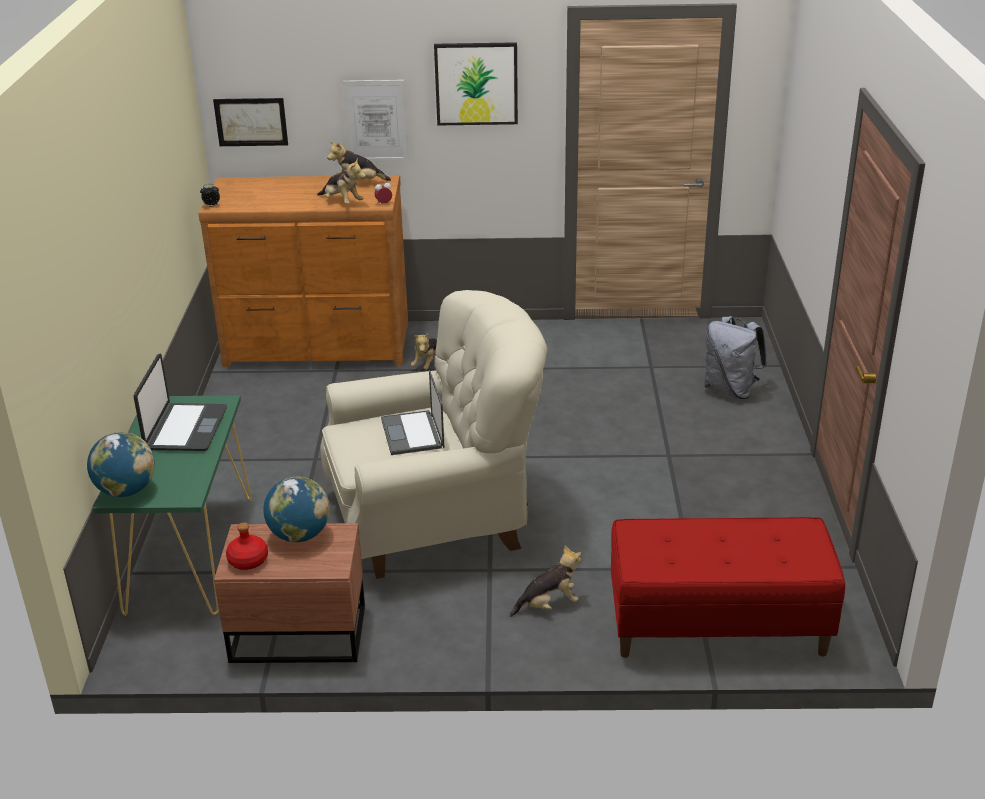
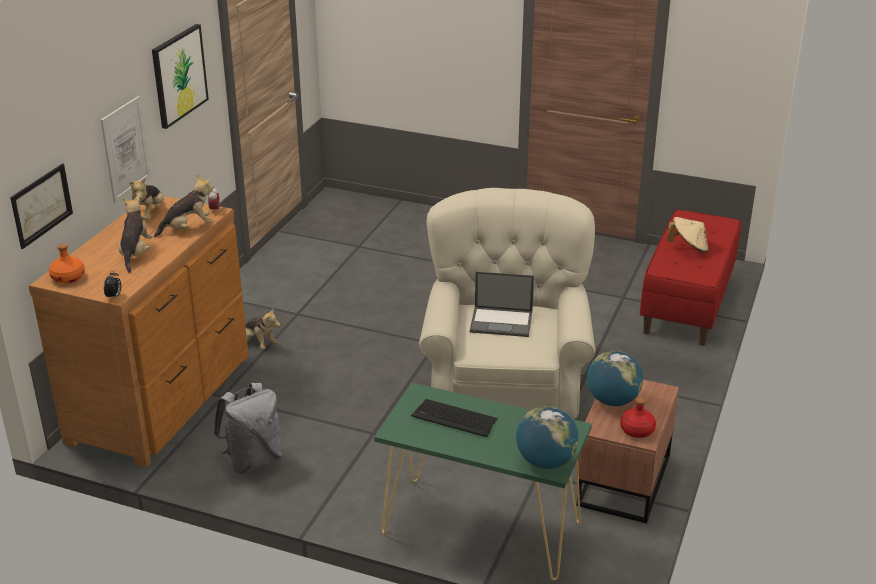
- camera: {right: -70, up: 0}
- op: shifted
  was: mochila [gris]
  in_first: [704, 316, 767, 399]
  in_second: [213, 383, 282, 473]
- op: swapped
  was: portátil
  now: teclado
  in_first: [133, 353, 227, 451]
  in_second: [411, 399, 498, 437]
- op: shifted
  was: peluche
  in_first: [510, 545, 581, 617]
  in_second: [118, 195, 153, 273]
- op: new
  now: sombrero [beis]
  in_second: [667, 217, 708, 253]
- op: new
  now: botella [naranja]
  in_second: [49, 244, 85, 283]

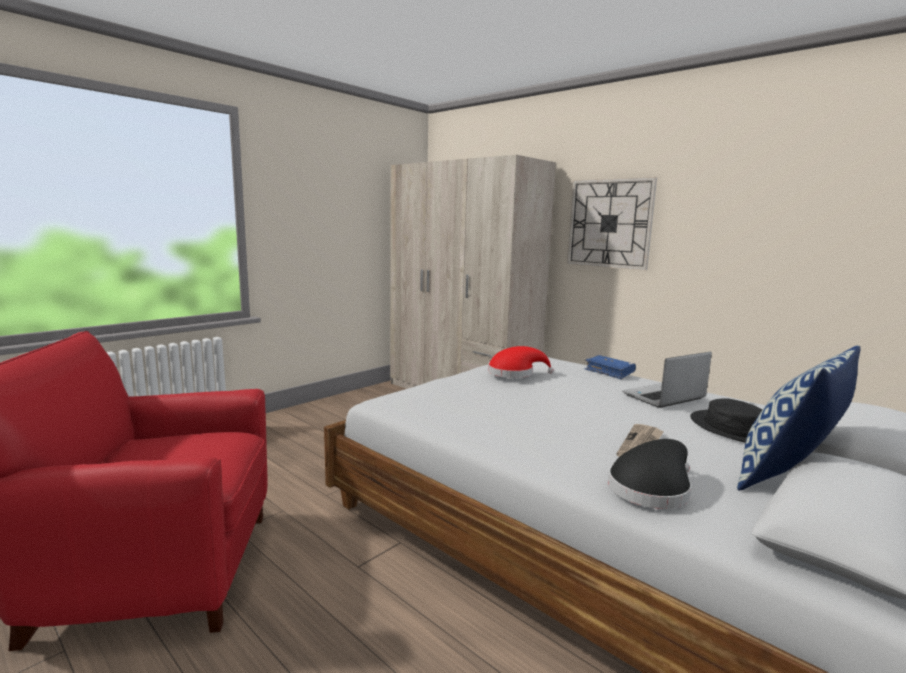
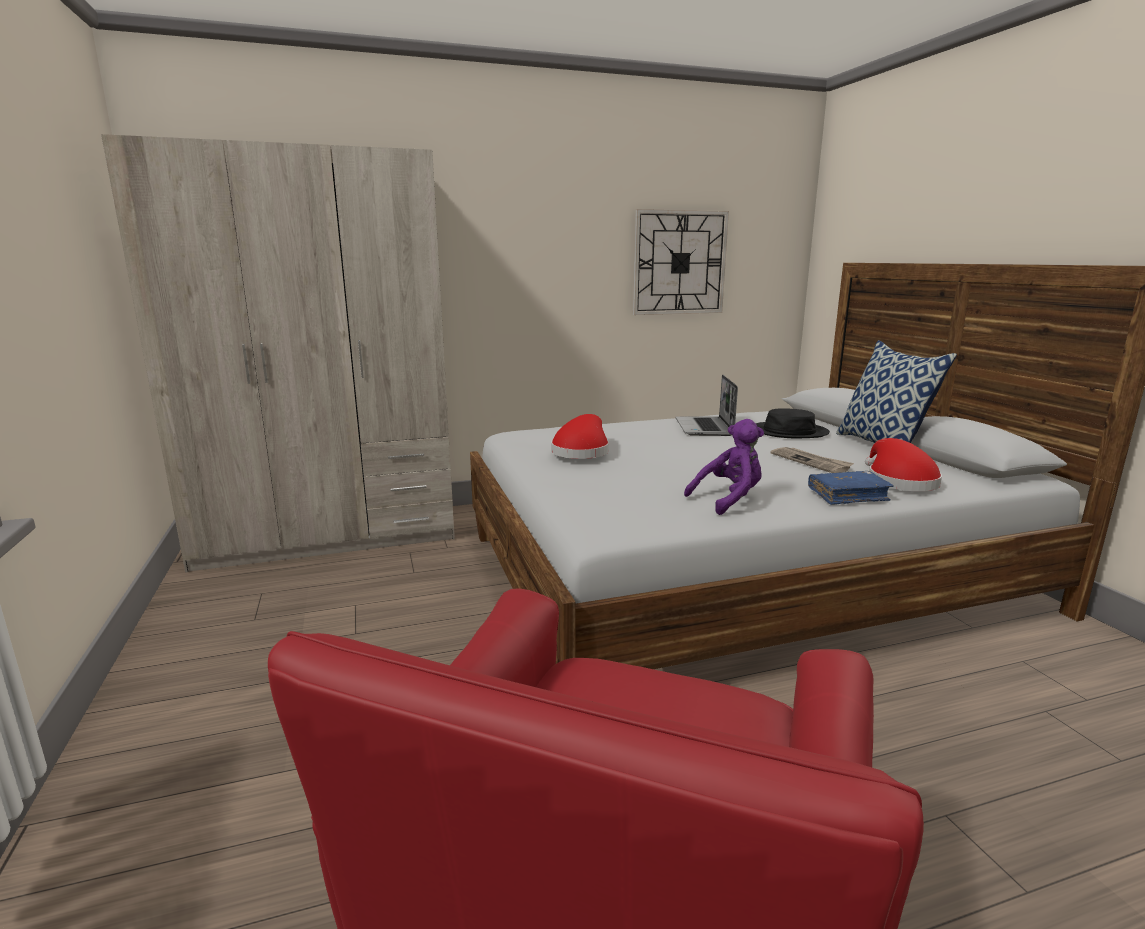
- camera: {right: -60, up: 5}
- op: shifted
  was: reloj de pared
  in_first: [567, 177, 657, 270]
  in_second: [633, 209, 729, 315]
- op: shifted
  was: libro [azul]
  in_first: [585, 355, 636, 379]
  in_second: [808, 471, 894, 505]
- op: repainted
  was: sombrero [negro]
  now: sombrero [rojo]
  in_first: [608, 439, 692, 509]
  in_second: [865, 438, 942, 491]
- op: new
  now: peluche [morado]
  in_second: [684, 419, 764, 515]

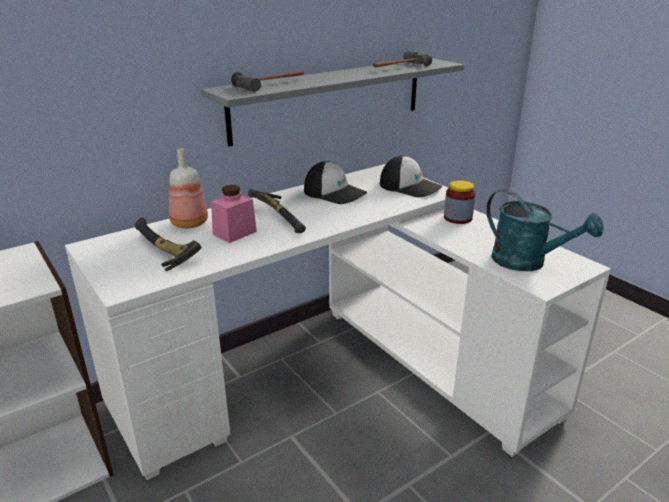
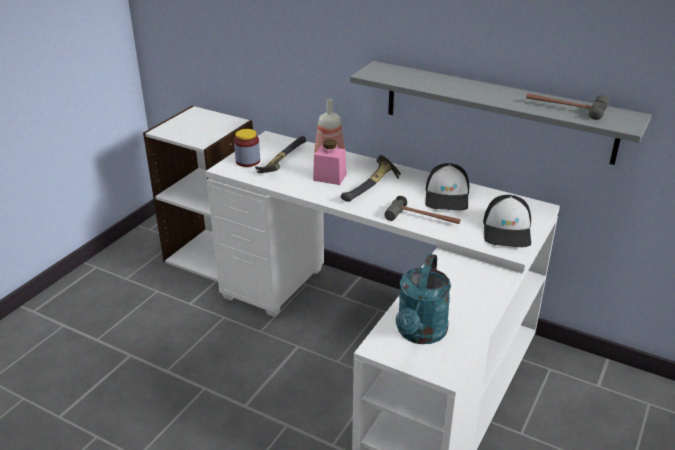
- camera: {right: 65, up: 5}
- op: shifted
  was: martillo
  in_first: [231, 70, 304, 92]
  in_second: [384, 196, 460, 224]
- op: shifted
  was: tarro
  in_first: [444, 180, 476, 224]
  in_second: [234, 129, 260, 167]

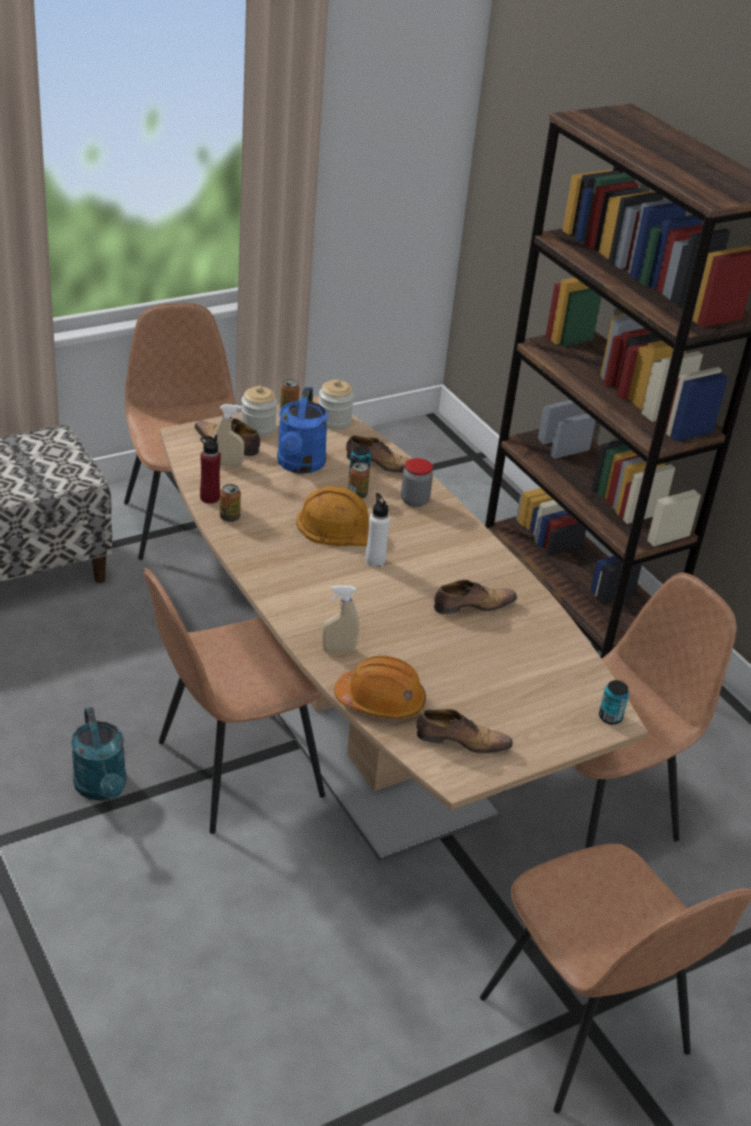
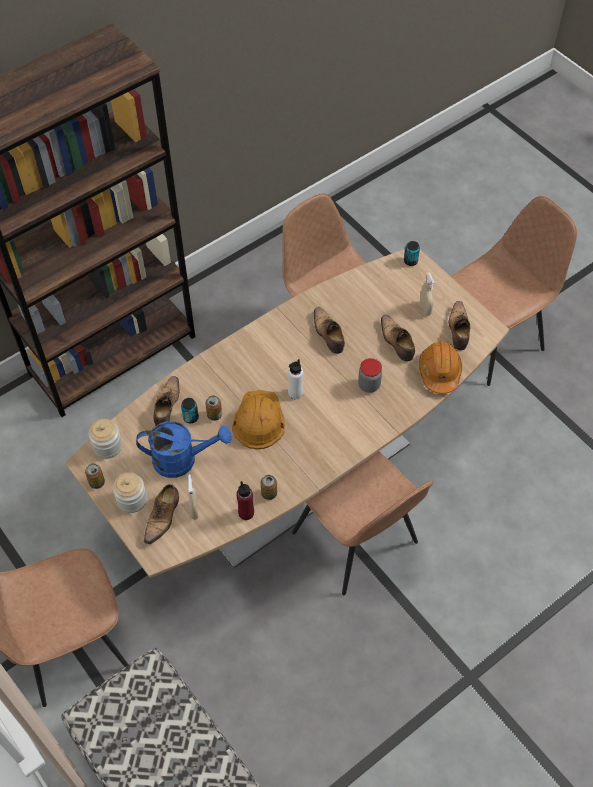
- camera: {right: -95, up: 20}
- op: shifted
  was: tarro
  in_first: [401, 458, 433, 507]
  in_second: [358, 358, 382, 393]
- op: shifted
  was: pulverizador [beis]
  in_first: [322, 586, 359, 653]
  in_second: [420, 272, 435, 316]
- op: gone
  was: regadera [turquesa]
  in_first: [71, 707, 127, 801]
- op: new
  now: zapato
  in_second: [381, 315, 415, 362]

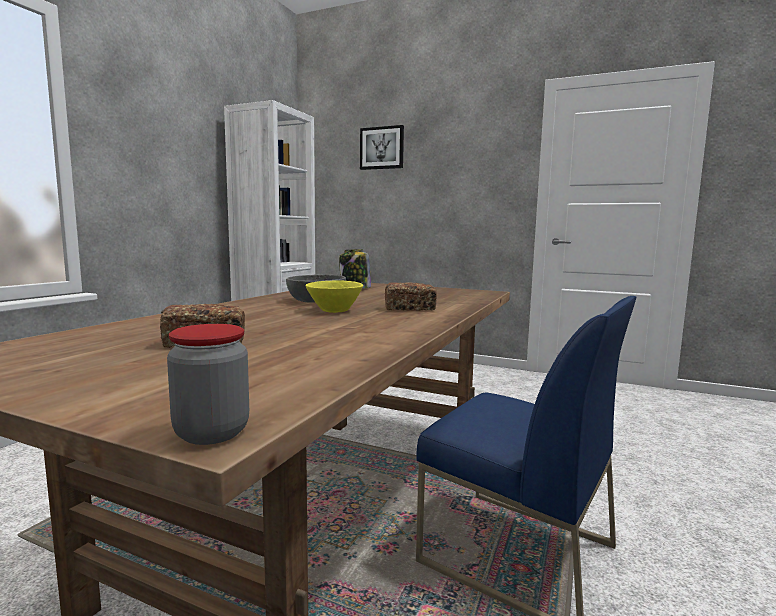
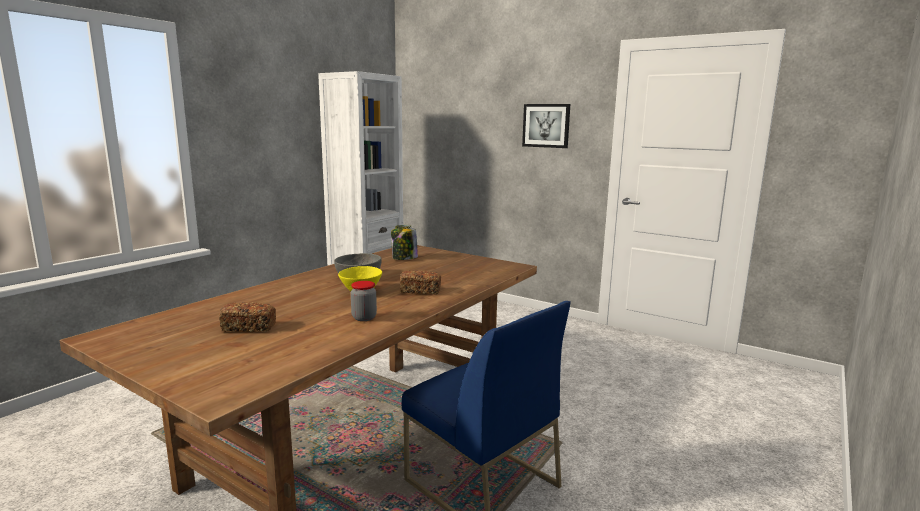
- camera: {right: 10, up: 5}
- op: shifted
  was: cuadro
  in_first: [360, 125, 404, 170]
  in_second: [522, 104, 570, 148]
- op: shifted
  was: tarro
  in_first: [167, 324, 249, 445]
  in_second: [351, 281, 377, 321]

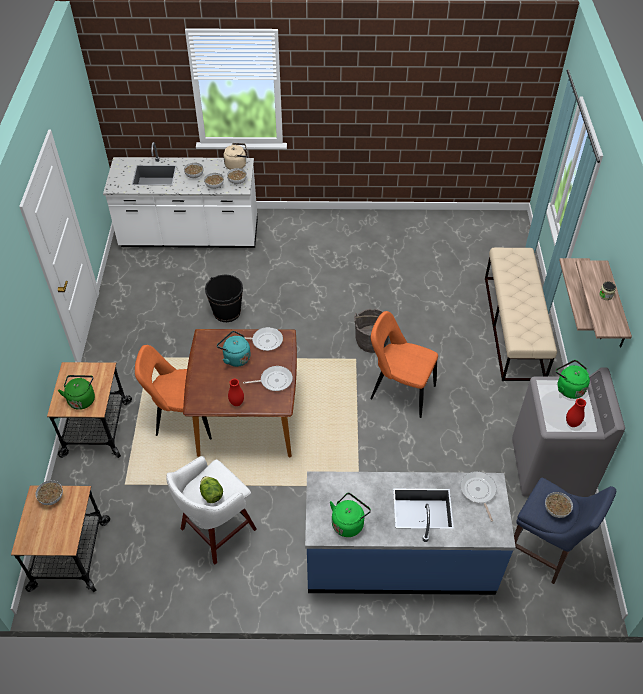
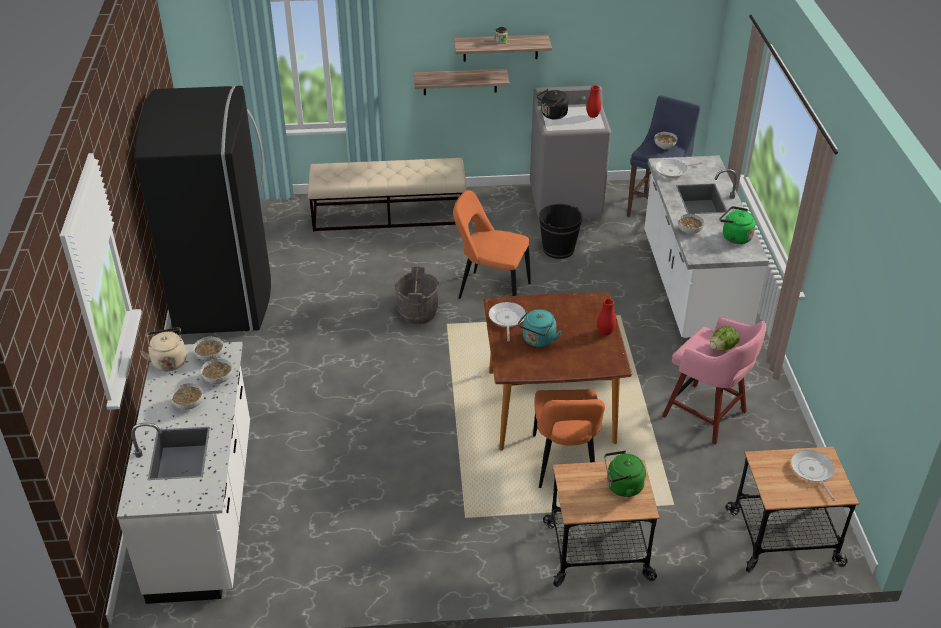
- camera: {right: -95, up: -10}
- op: shifted
  was: cubo [negro]
  in_first: [205, 275, 243, 322]
  in_second: [539, 204, 583, 259]
- op: rotated
  was: silla [naranja]
  in_first: [370, 311, 438, 418]
  in_second: [453, 190, 531, 299]
  clockwise: 90
- op: repainted
  was: hervidor [verde]
  now: hervidor [negro]
  in_first: [555, 360, 590, 399]
  in_second: [537, 89, 568, 119]
- op: shifted
  was: sartén
  in_first: [243, 366, 293, 391]
  in_second: [791, 450, 835, 501]
- op: repainted
  was: taburete [blanco]
  now: taburete [rosa]
  in_first: [166, 456, 257, 564]
  in_second: [662, 317, 766, 445]
- op: repainted
  was: mueble bajo de cocina [azul]
  now: mueble bajo de cocina [blanco]
  in_first: [305, 471, 516, 595]
  in_second: [644, 156, 769, 339]
- op: shifted
  was: cuenco
  in_first: [35, 480, 63, 505]
  in_second: [678, 214, 704, 234]
- op: new
  now: nevera [negro]
  in_second: [134, 86, 271, 335]

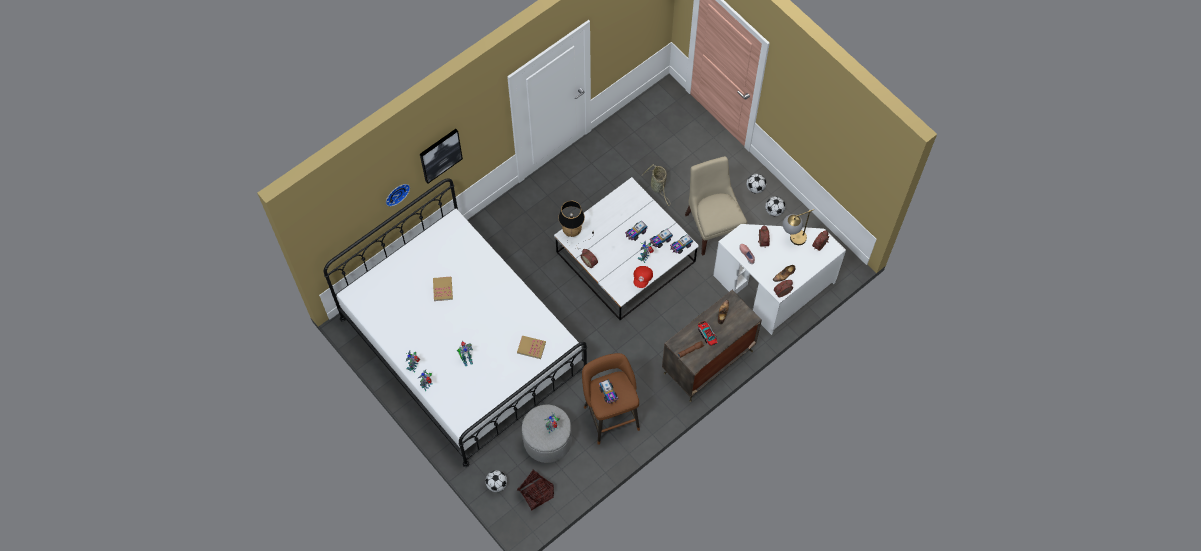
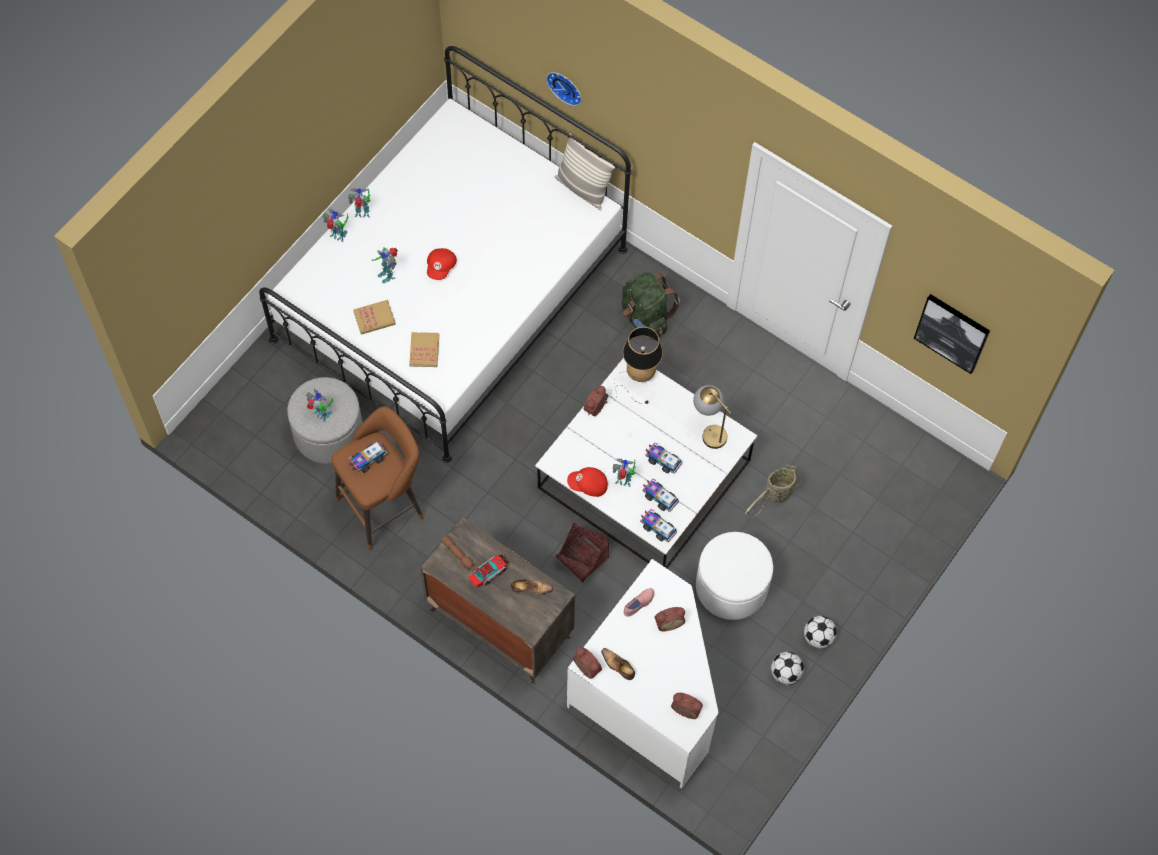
- camera: {right: 75, up: 0}
- op: shifted
  was: cuadro
  in_first: [420, 129, 463, 184]
  in_second: [913, 294, 990, 374]
- op: swapped
  was: silla [beis]
  now: puf [blanco]
  in_first: [685, 156, 747, 256]
  in_second: [696, 532, 773, 620]
- op: shifted
  was: lámpara de mesa
  in_first: [783, 209, 815, 245]
  in_second: [693, 385, 731, 449]
- op: shifted
  was: libro
  in_first: [433, 277, 453, 301]
  in_second: [353, 300, 396, 335]
- op: gone
  was: balón de fútbol
  in_first: [485, 470, 507, 492]
- op: shifted
  was: cesta
  in_first: [517, 470, 554, 511]
  in_second: [556, 523, 609, 582]
- op: new
  now: cojín
  in_second: [555, 133, 615, 210]
- op: new
  now: gorra [rojo]
  in_second: [427, 248, 457, 280]
- op: new
  now: mochila [verde]
  in_second: [622, 272, 680, 340]

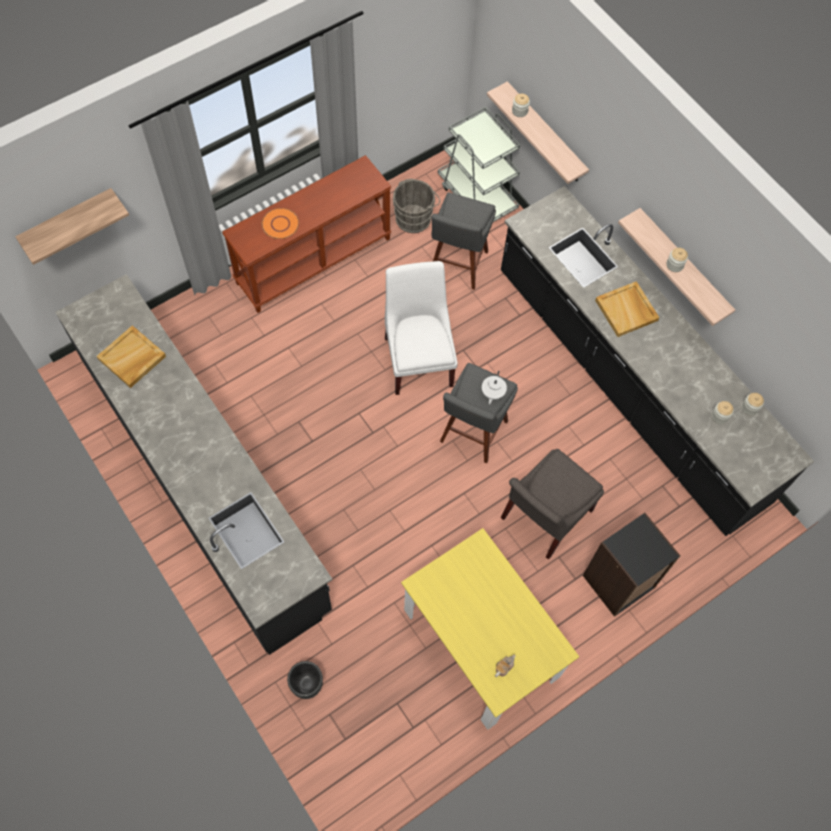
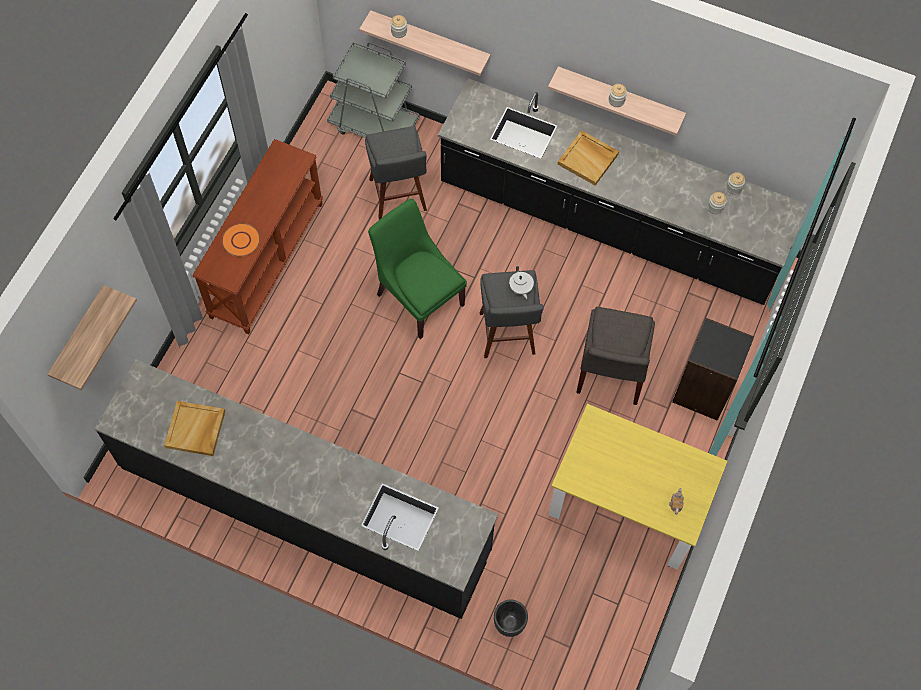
- camera: {right: -30, up: 0}
- op: gone
  was: cubo [gris]
  in_first: [393, 179, 440, 233]
- op: repainted
  was: silla [blanco]
  now: silla [verde]
  in_first: [385, 261, 458, 395]
  in_second: [368, 199, 467, 339]

